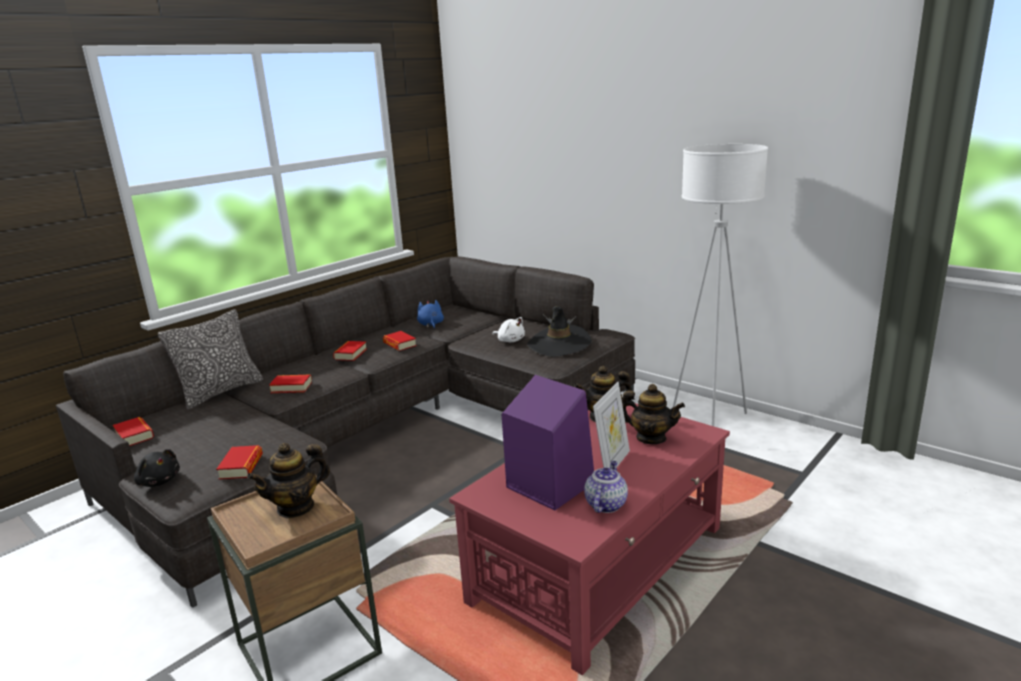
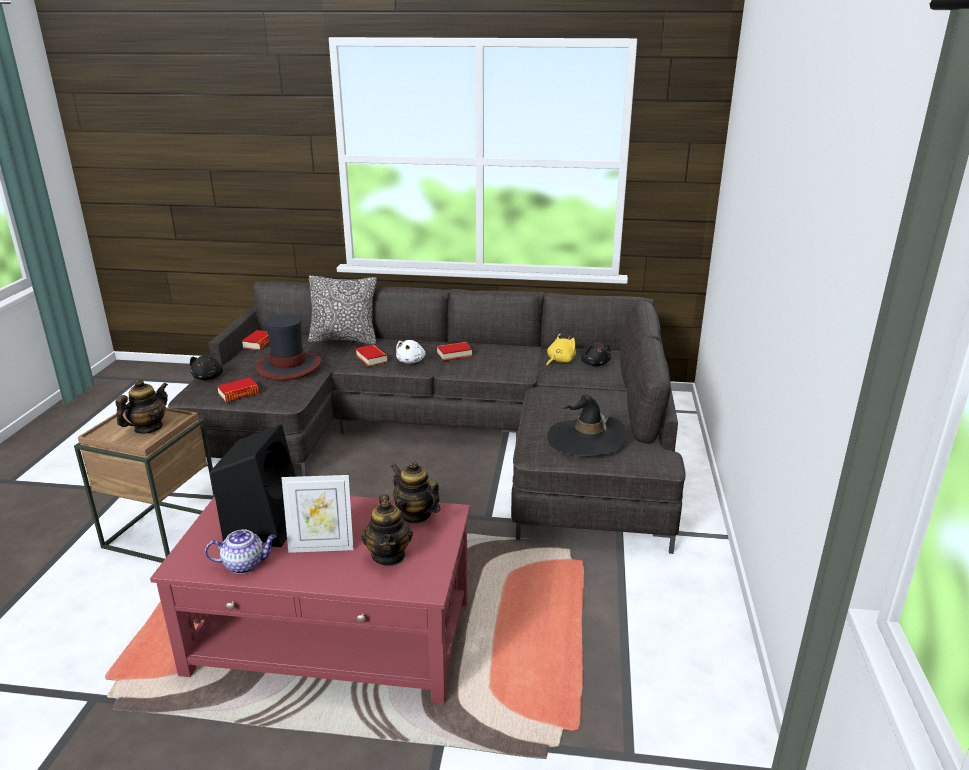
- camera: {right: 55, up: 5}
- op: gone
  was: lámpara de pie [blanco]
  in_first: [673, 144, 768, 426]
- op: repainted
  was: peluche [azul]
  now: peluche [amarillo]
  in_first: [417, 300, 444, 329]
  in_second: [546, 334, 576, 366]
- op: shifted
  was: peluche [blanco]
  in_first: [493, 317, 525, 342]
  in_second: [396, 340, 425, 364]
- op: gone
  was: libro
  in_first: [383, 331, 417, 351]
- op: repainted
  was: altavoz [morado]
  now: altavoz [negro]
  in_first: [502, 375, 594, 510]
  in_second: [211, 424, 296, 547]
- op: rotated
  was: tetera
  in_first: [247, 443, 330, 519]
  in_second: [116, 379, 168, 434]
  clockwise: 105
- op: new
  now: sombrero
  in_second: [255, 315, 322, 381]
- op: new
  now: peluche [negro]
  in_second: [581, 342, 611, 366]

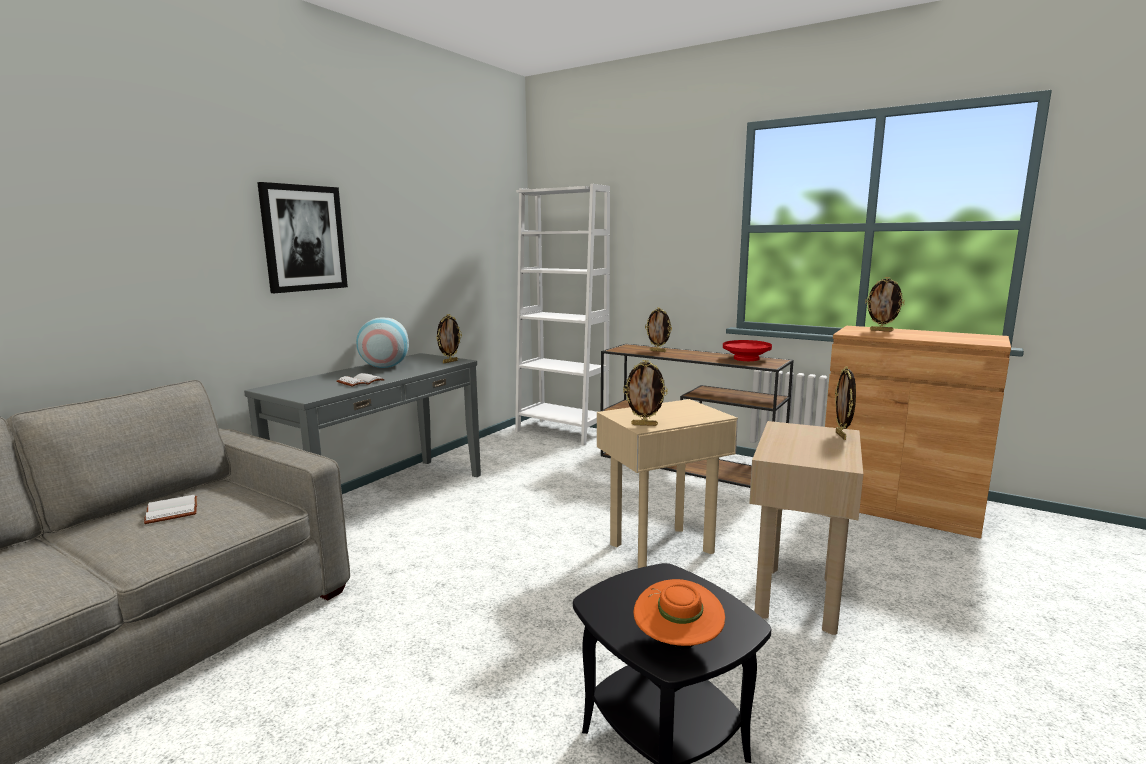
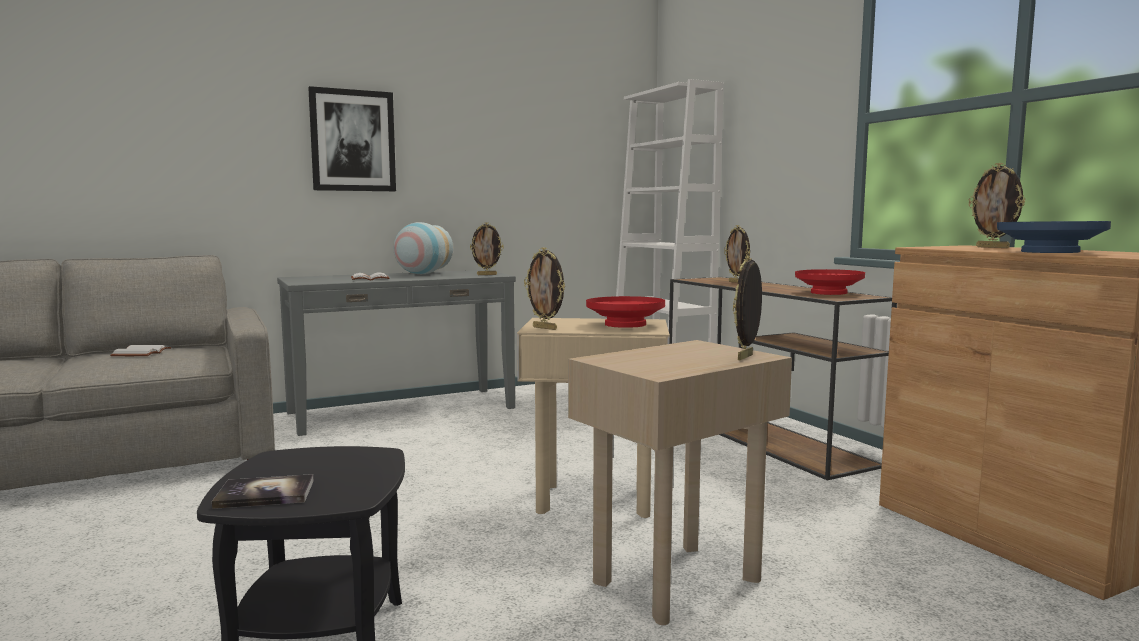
- camera: {right: 30, up: -5}
- op: swapped
  was: sombrero [naranja]
  now: libro
  in_first: [633, 579, 725, 649]
  in_second: [212, 474, 314, 509]
- op: new
  now: cuenco [azul]
  in_second: [997, 221, 1111, 253]
- op: new
  now: cuenco [rojo]
  in_second: [586, 296, 665, 328]

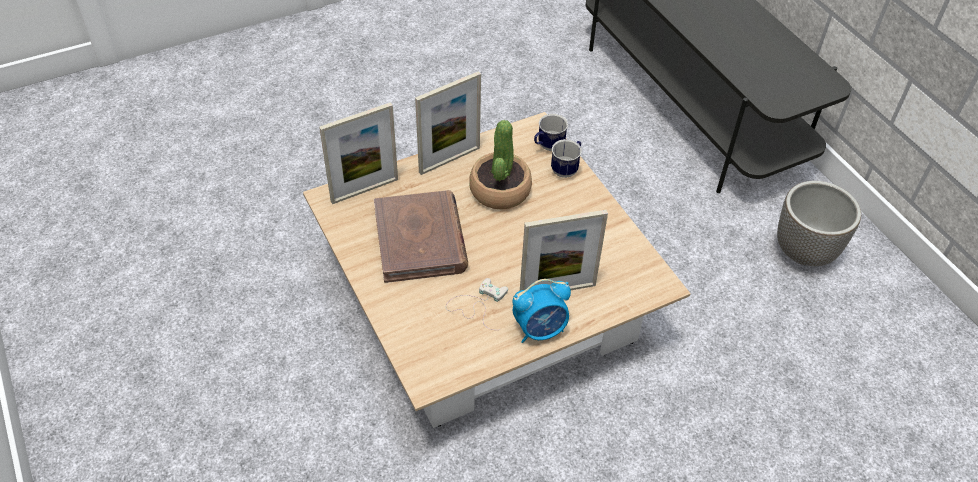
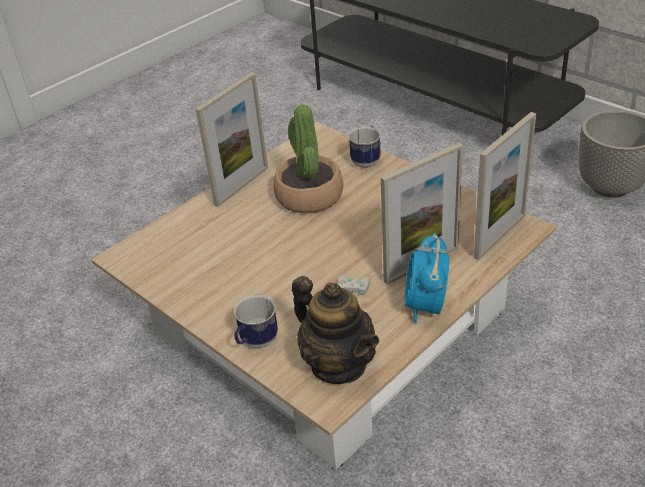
- camera: {right: -15, up: -10}
- op: shifted
  was: portarretratos
  in_first: [319, 102, 398, 204]
  in_second: [474, 112, 536, 260]
- op: shifted
  was: taza grande
  in_first: [534, 114, 568, 151]
  in_second: [234, 295, 278, 348]
- op: gone
  was: libro [marrón]
  in_first: [374, 190, 468, 283]
- op: rotated
  was: despertador
  in_first: [513, 279, 571, 343]
  in_second: [404, 233, 449, 323]
  clockwise: 135
- op: new
  now: tetera
  in_second: [292, 276, 379, 384]

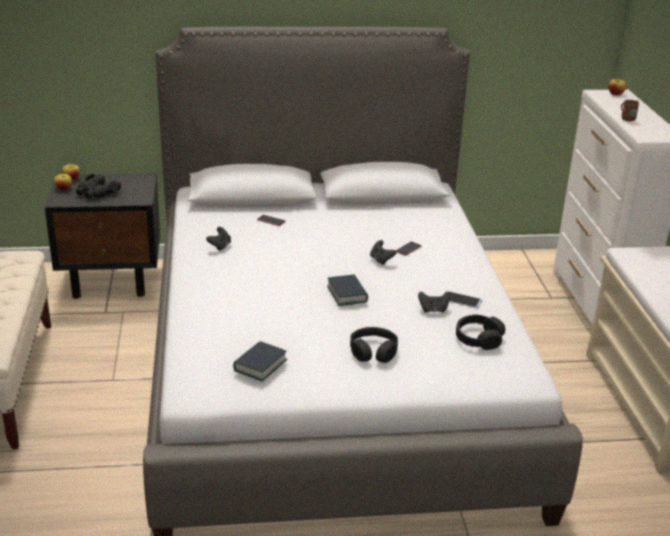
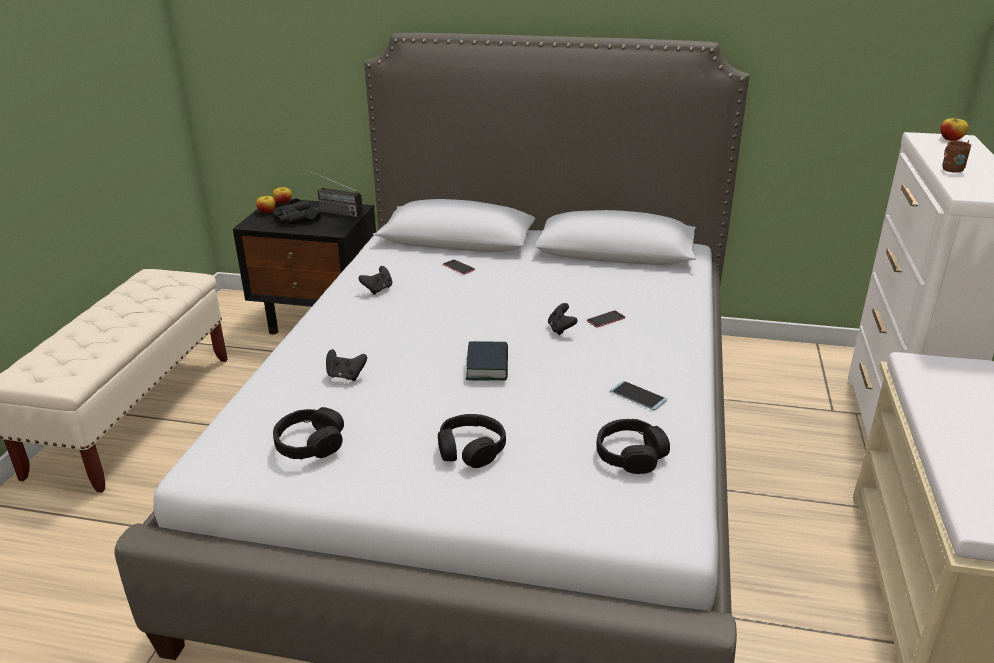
- camera: {right: 20, up: 0}
- op: shifted
  was: mando de consola [negro]
  in_first: [418, 291, 450, 313]
  in_second: [326, 349, 367, 381]
- op: swapped
  was: libro
  now: auriculares [negro]
  in_first: [233, 341, 288, 381]
  in_second: [273, 407, 344, 460]
- op: new
  now: radio
  in_second: [302, 168, 363, 217]

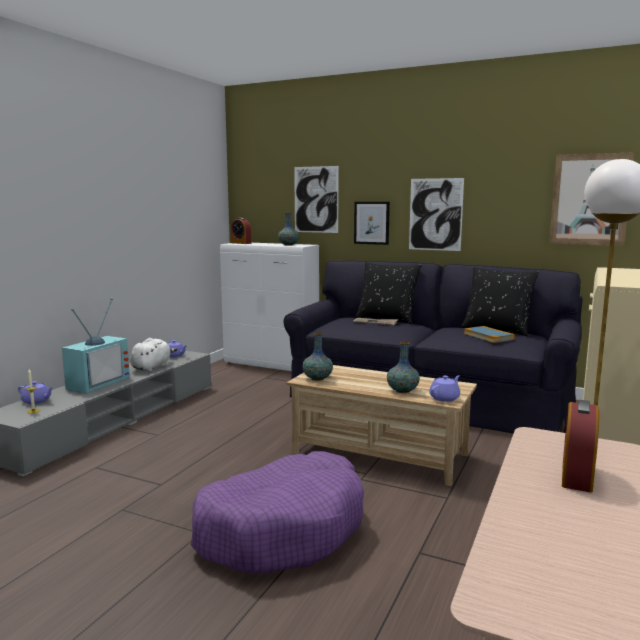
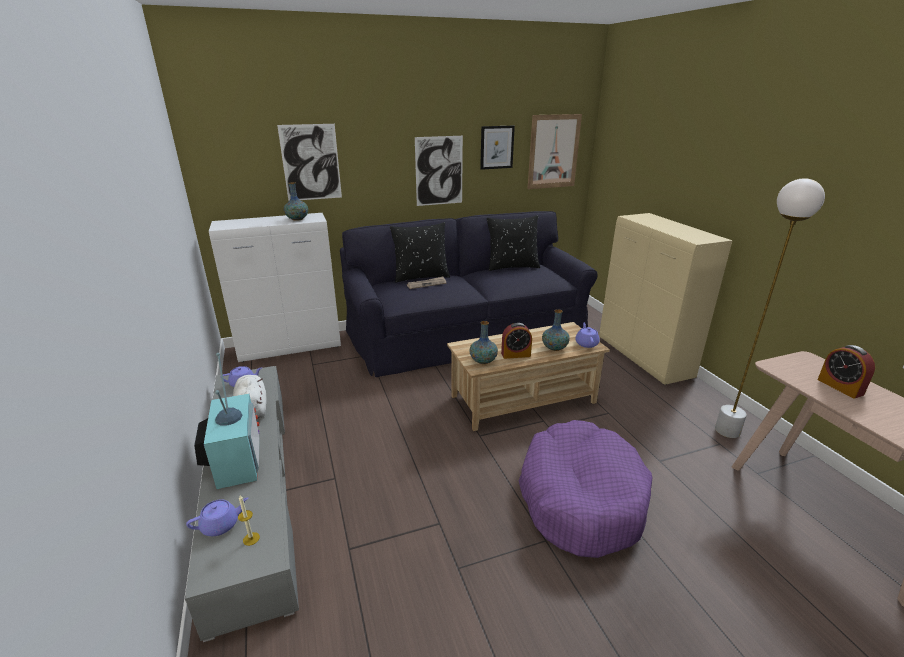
- camera: {right: -45, up: 15}
- op: shifted
  was: cuadro
  in_first: [354, 202, 390, 245]
  in_second: [480, 126, 515, 170]
- op: shifted
  was: despertador
  in_first: [231, 218, 251, 244]
  in_second: [501, 323, 532, 359]
- op: gone
  was: libro
  in_first: [464, 326, 515, 343]

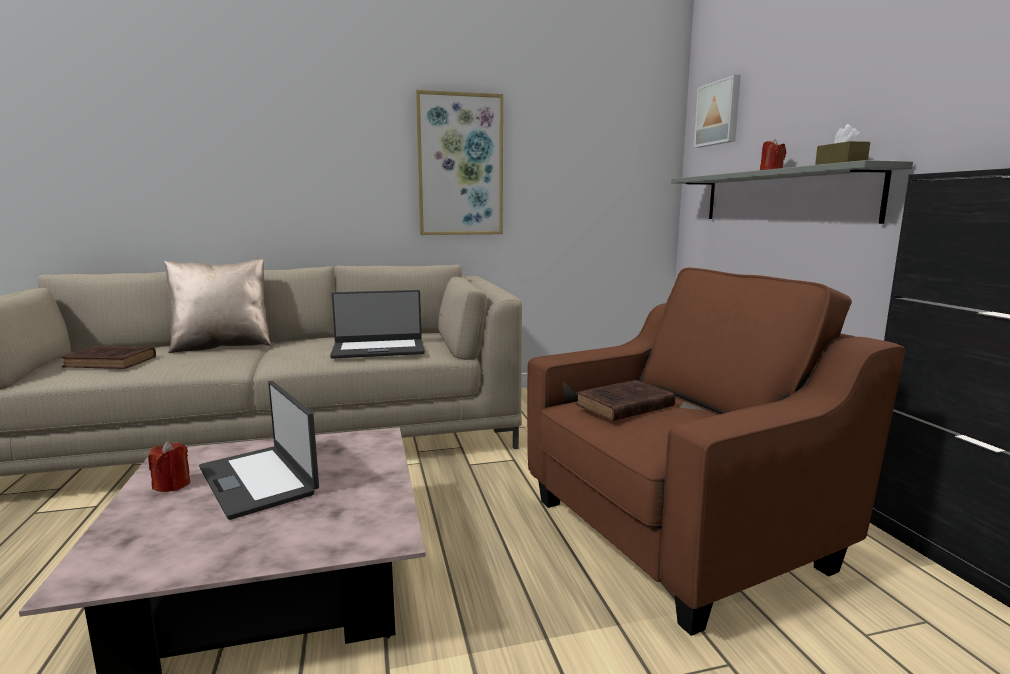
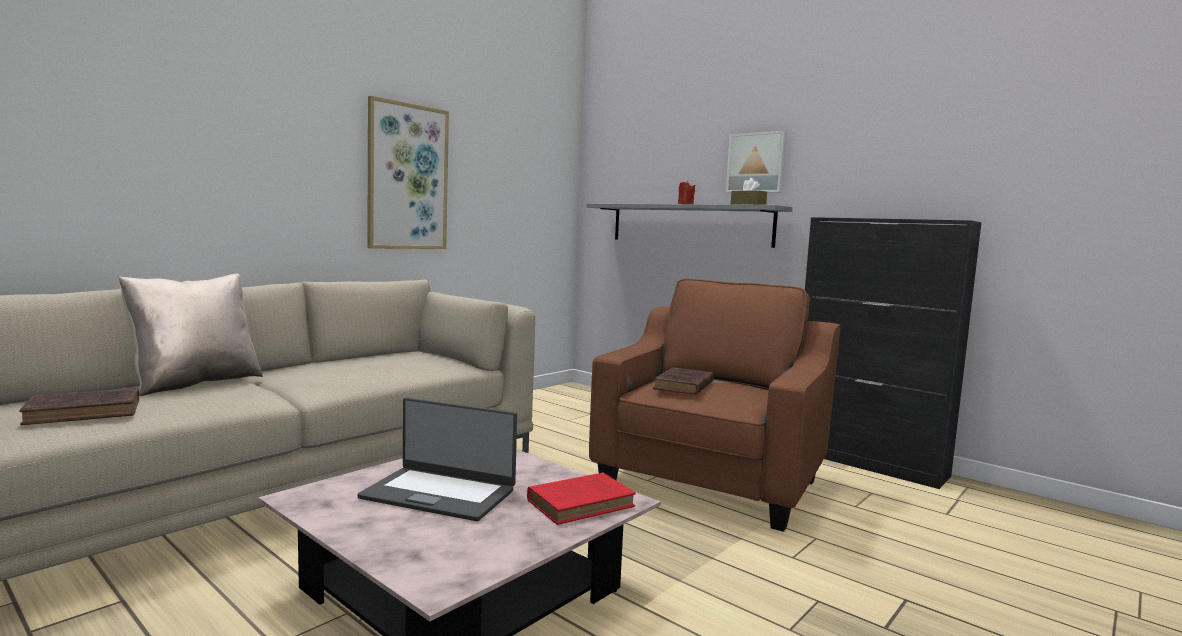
- camera: {right: -35, up: -5}
- op: shifted
  was: cuadro
  in_first: [694, 75, 741, 148]
  in_second: [726, 131, 787, 193]
- op: gone
  was: portátil
  in_first: [330, 290, 425, 359]
- op: gone
  was: vela [rojo]
  in_first: [148, 441, 190, 492]
- op: new
  now: libro [rojo]
  in_second: [527, 473, 636, 525]

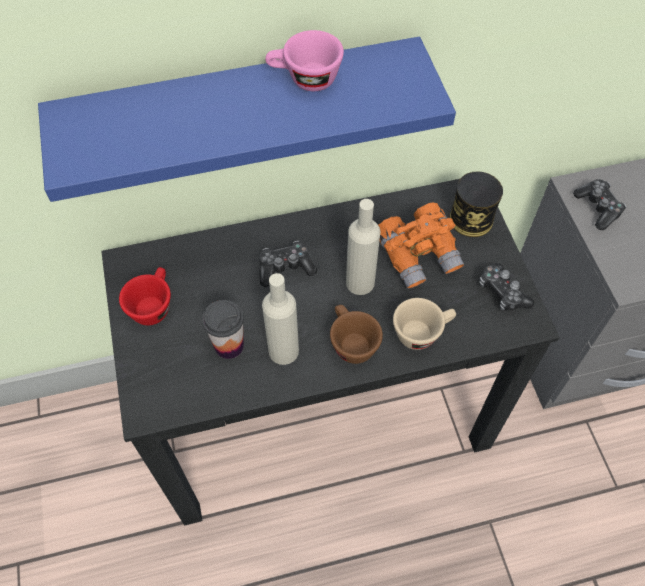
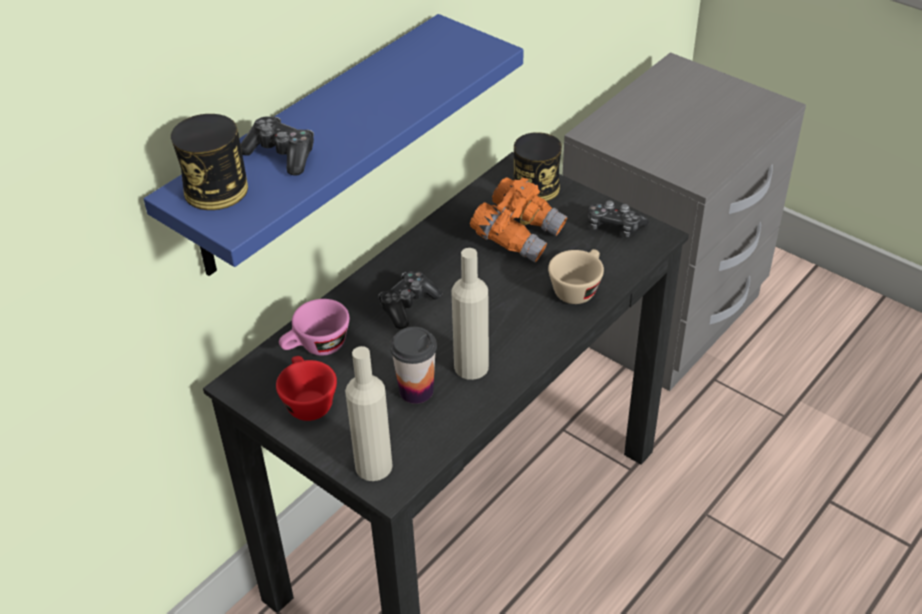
- camera: {right: -35, up: -15}
- op: shifted
  was: taza [rosa]
  in_first: [265, 30, 344, 91]
  in_second: [279, 299, 349, 356]
- op: shifted
  was: mando de consola
  in_first: [573, 179, 626, 230]
  in_second: [240, 116, 314, 176]
- op: shifted
  was: botella [beis]
  in_first: [346, 199, 381, 295]
  in_second: [345, 346, 393, 481]
- op: gone
  was: taza [marrón]
  in_first: [330, 305, 383, 364]
- op: new
  now: lata
  in_second: [171, 114, 248, 210]

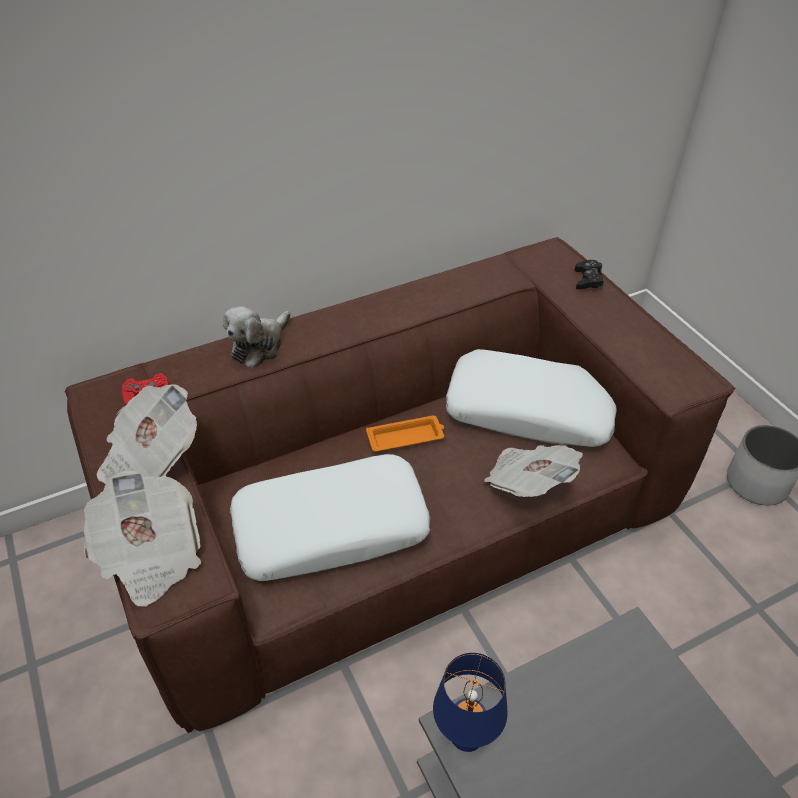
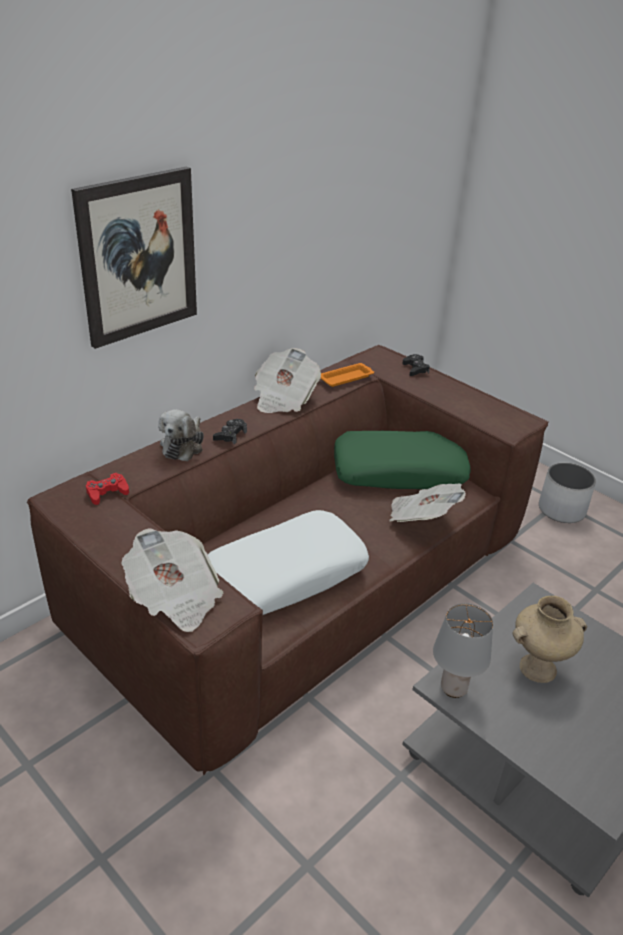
- camera: {right: -20, up: -10}
- op: repainted
  was: cojín [blanco]
  now: cojín [verde]
  in_first: [446, 349, 617, 447]
  in_second: [334, 431, 471, 489]
- op: shifted
  was: periódico
  in_first: [97, 384, 197, 484]
  in_second: [254, 348, 321, 413]
- op: shifted
  was: bandeja [naranja]
  in_first: [366, 415, 444, 452]
  in_second: [321, 363, 374, 387]
- op: repainted
  was: lámpara de mesa [azul]
  now: lámpara de mesa [gris]
  in_first: [433, 653, 508, 752]
  in_second: [433, 603, 493, 698]
- op: new
  now: cuadro
  in_second: [71, 167, 197, 349]
- op: new
  now: mando de consola [negro]
  in_second: [213, 419, 247, 445]
- op: new
  now: florero [beis]
  in_second: [512, 596, 587, 683]

